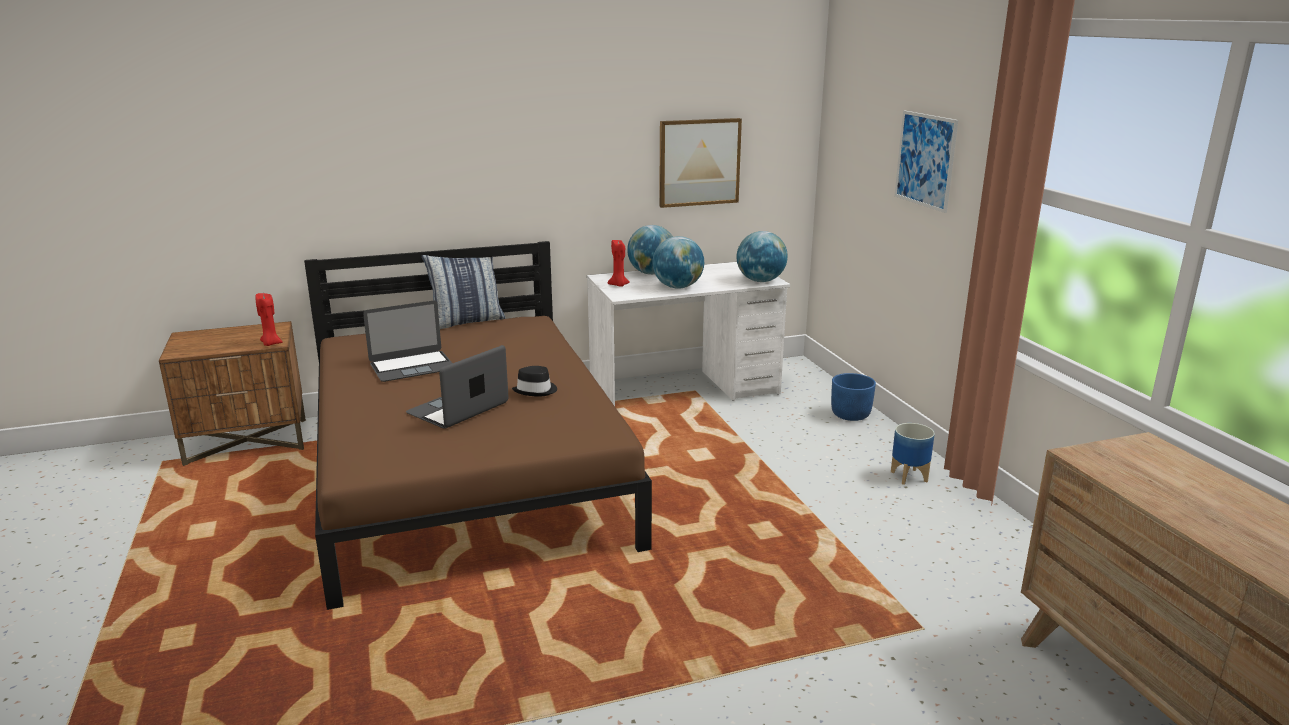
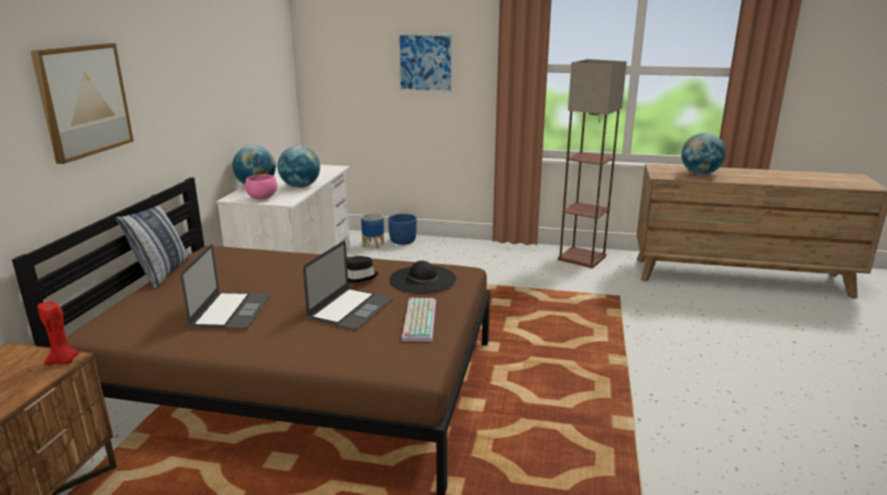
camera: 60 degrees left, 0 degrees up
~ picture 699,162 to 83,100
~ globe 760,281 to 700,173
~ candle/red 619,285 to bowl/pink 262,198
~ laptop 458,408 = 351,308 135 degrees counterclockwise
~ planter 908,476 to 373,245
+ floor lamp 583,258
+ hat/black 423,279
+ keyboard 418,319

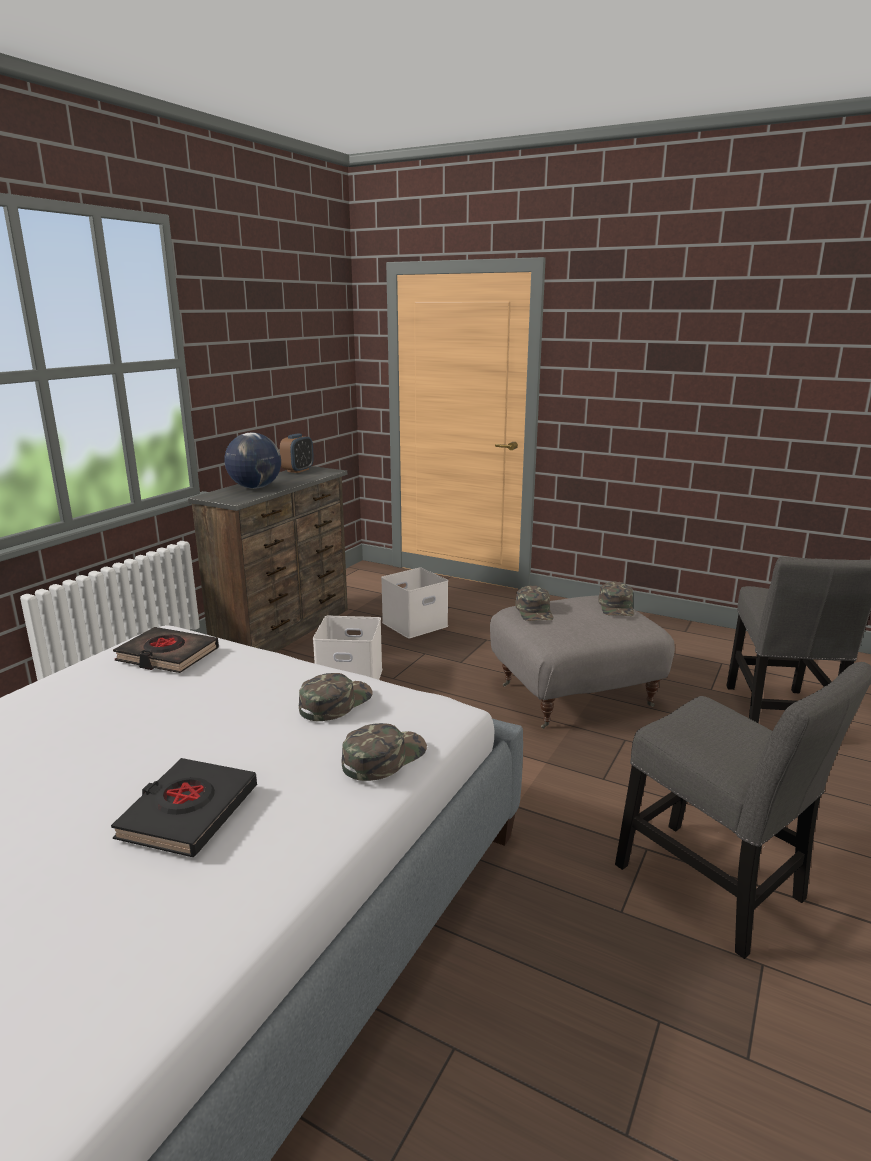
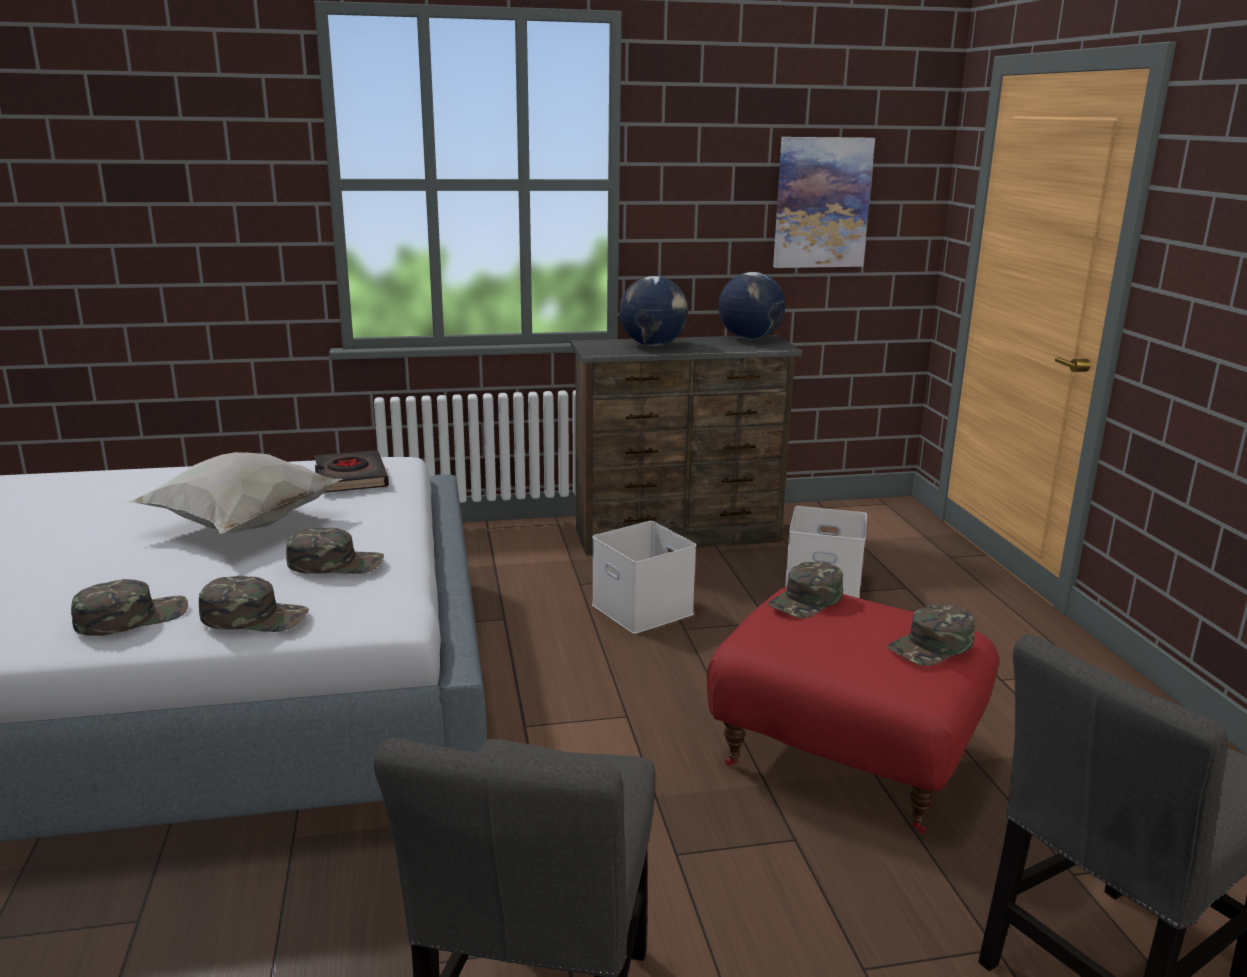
camera: 50 degrees right, 0 degrees up
~ alarm clock 298,470 to globe 750,338
~ ottoman/grey 575,694 to ottoman/red 847,757
- book/black 188,813
+ picture 821,203
+ pillow/white 240,527
+ cap/green 132,617

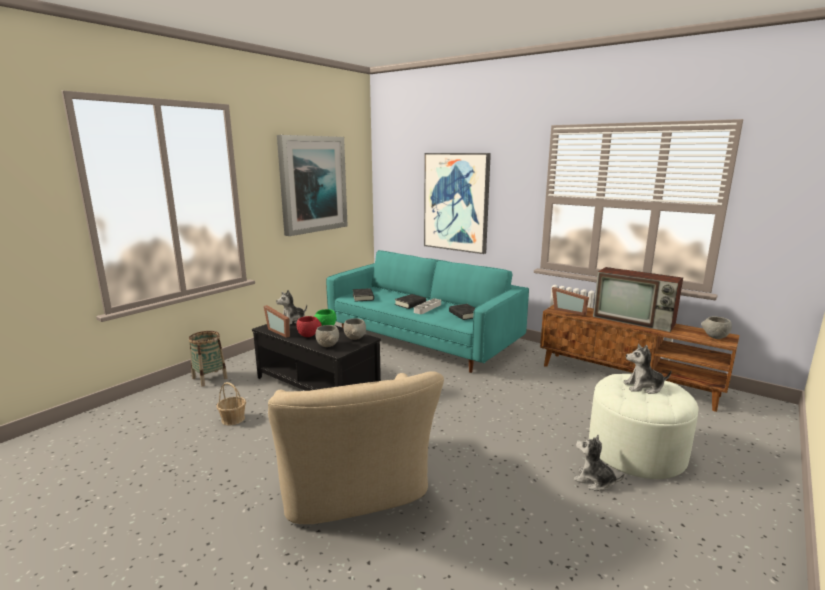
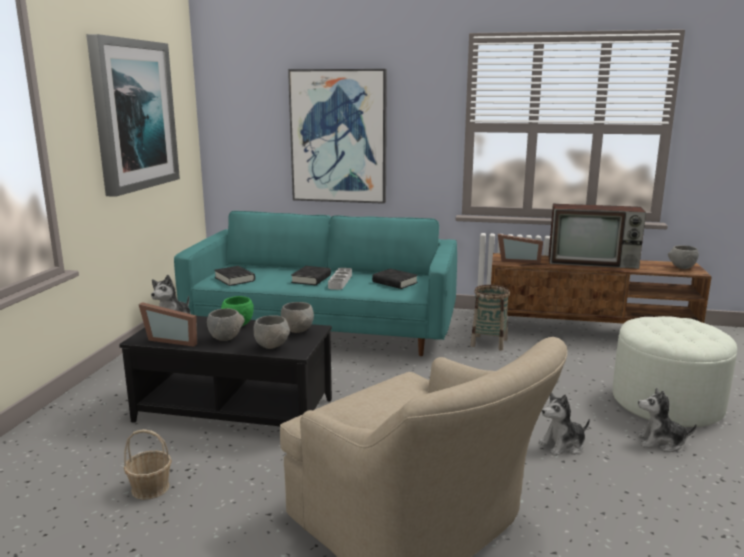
camera: 25 degrees left, 0 degrees up
~ bowl/red 309,336 to bowl/grey 226,339
~ basket 209,378 to 489,343
~ plush toy 643,387 to 563,445

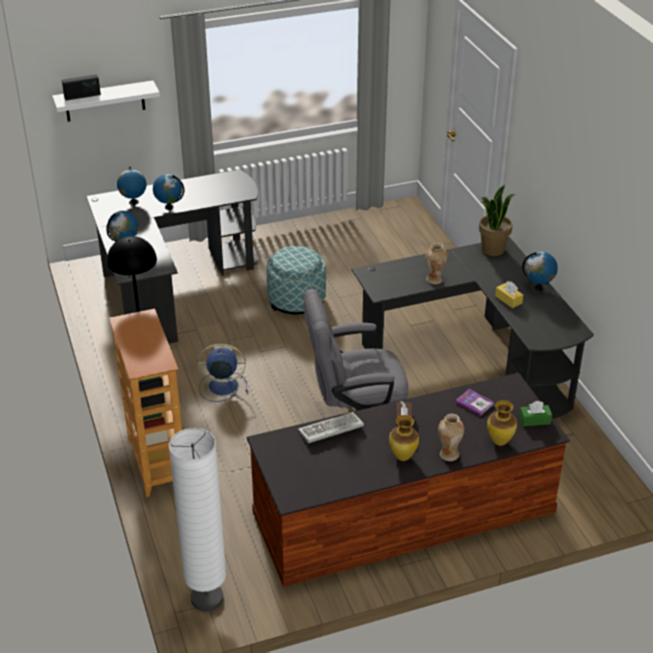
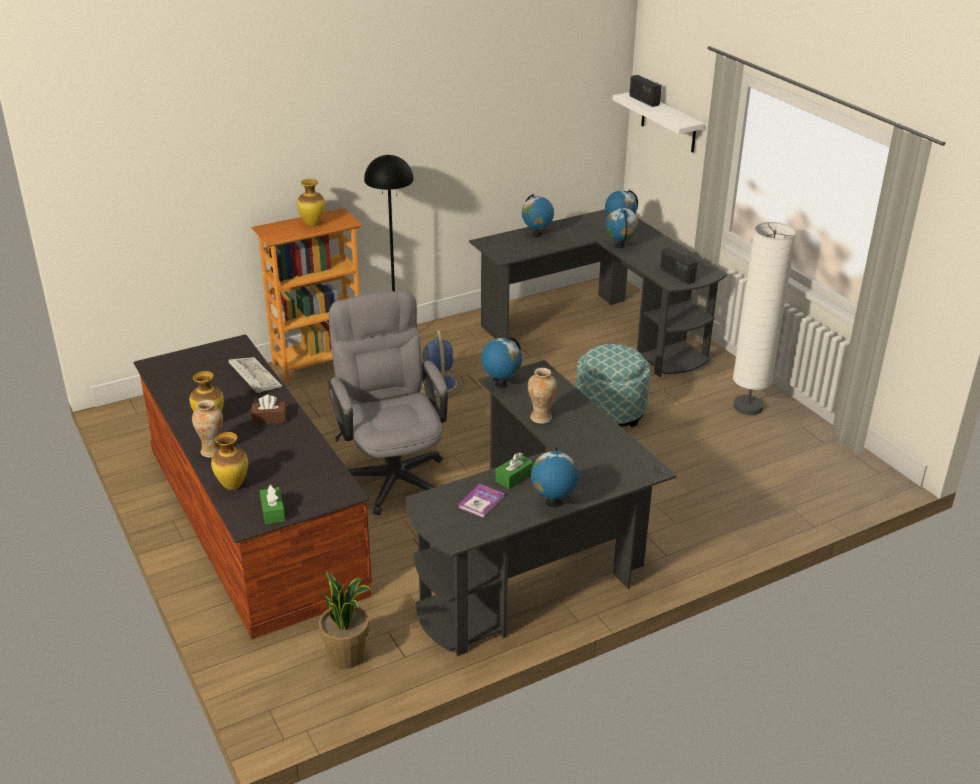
camera: 80 degrees right, 5 degrees down
~ potted plant 492,249 to 347,656
~ tissue box/yellow 508,300 to tissue box/green 514,477
~ book 474,403 to 481,502
~ floor lamp/white 207,598 to 748,407
+ vase 312,224
+ radio 676,275
+ globe 501,384

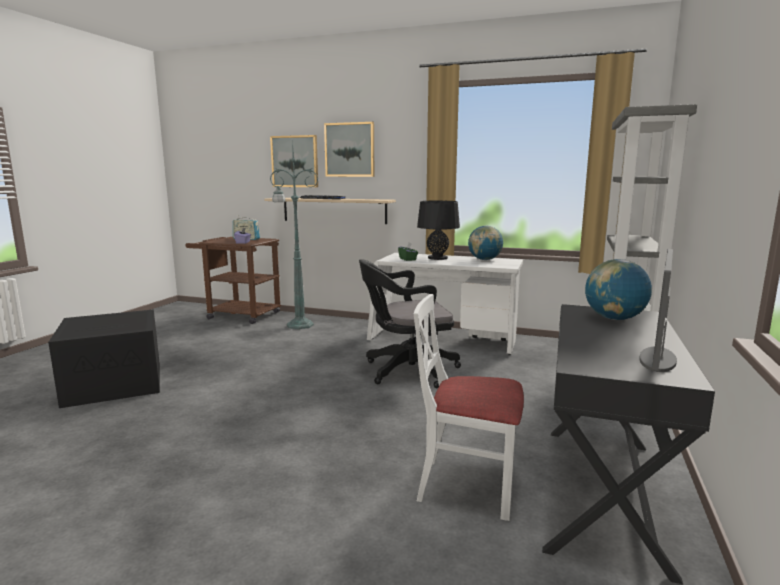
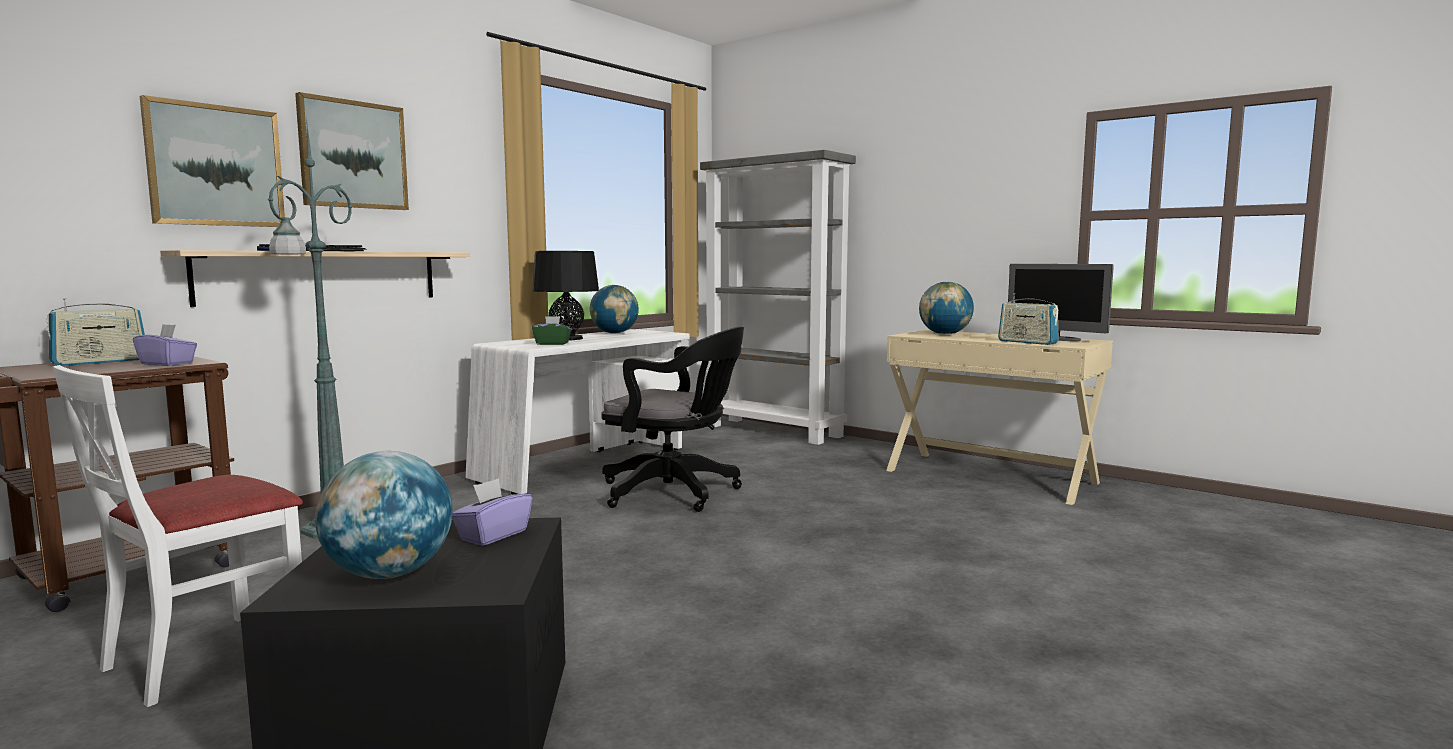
camera: 70 degrees left, 5 degrees down
~ office chair/black 406,371 = 675,493 75 degrees counterclockwise
~ chair/white 467,486 to 205,656
~ desk/black 603,492 to desk/beige 990,476
+ radio 1027,342
+ globe 389,574
+ tissue box/purple 493,535

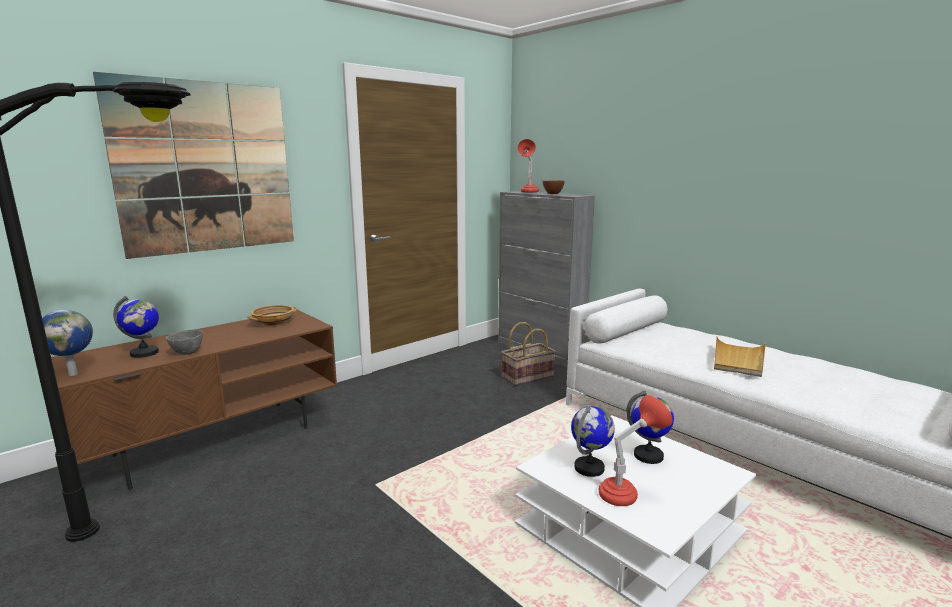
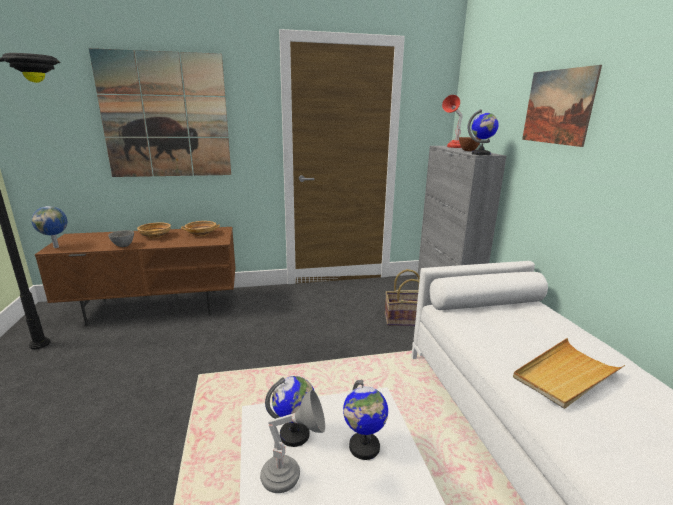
camera: 30 degrees right, 5 degrees up
~ globe 144,353 to 481,154
~ table lamp/red 627,493 to table lamp/grey 292,478
+ picture 557,107
+ bowl/beige 155,236

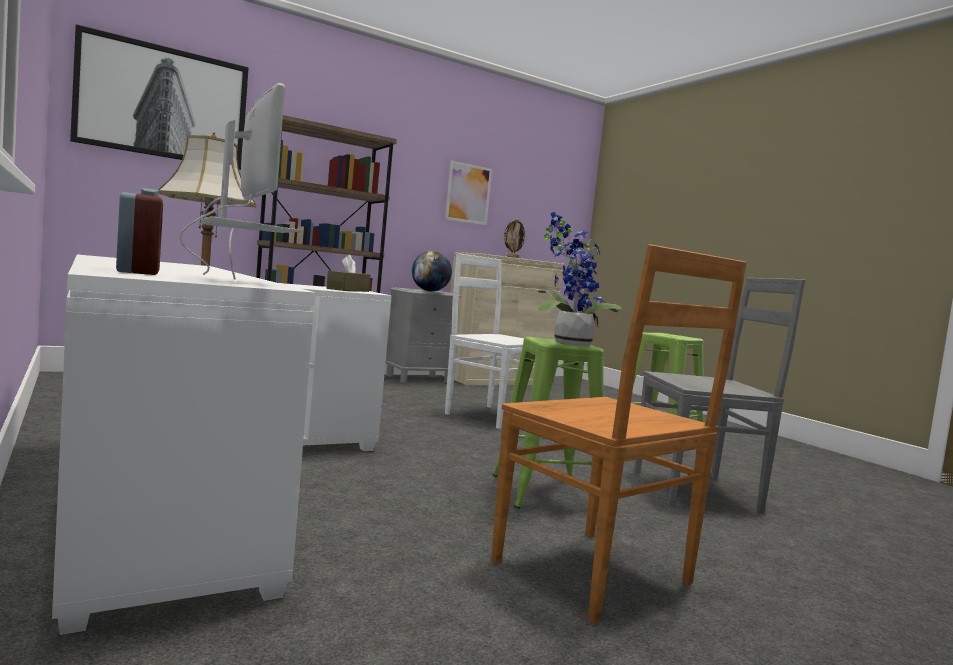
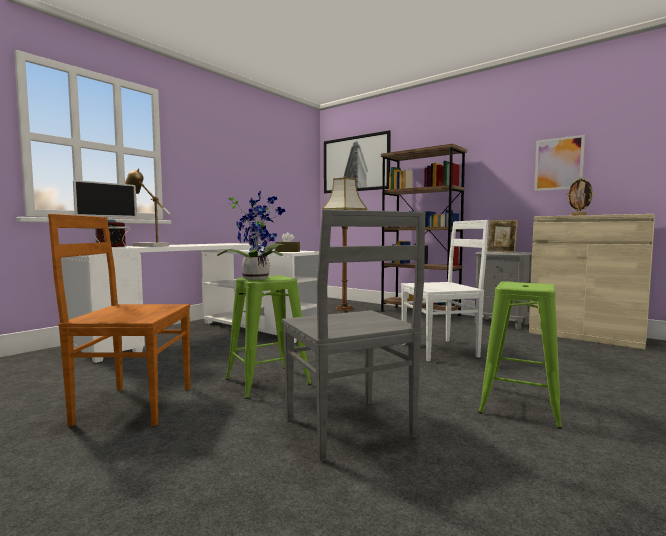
camera: 70 degrees right, 0 degrees up
~ chair/brown 596,574 = 132,405 60 degrees clockwise
~ globe 429,291 to picture frame 501,252
~ chair/white 491,416 = 441,350 60 degrees clockwise
+ table lamp 146,246

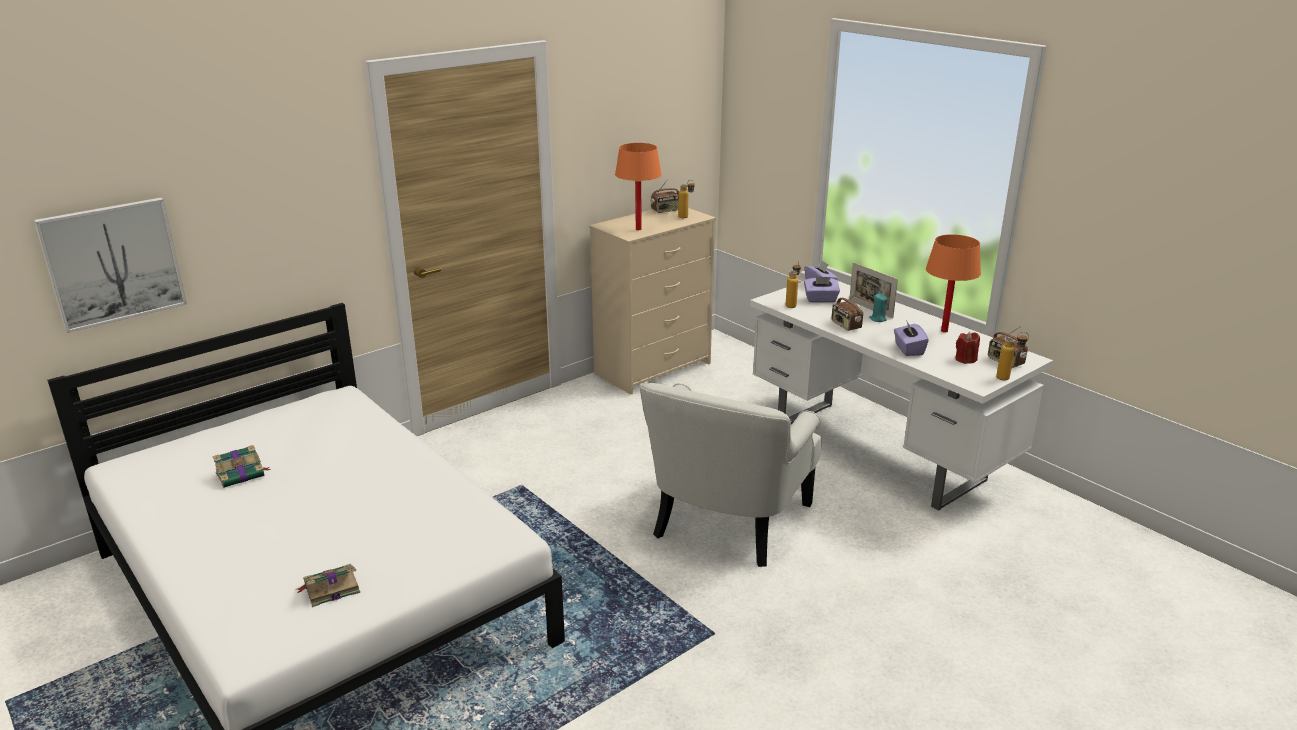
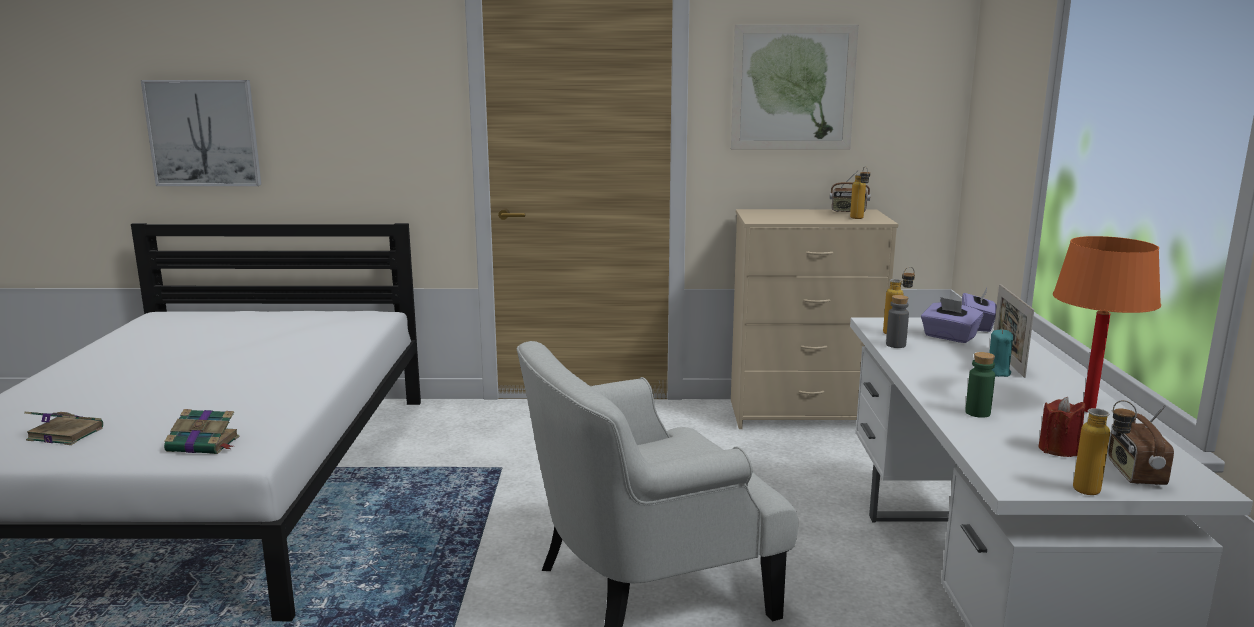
camera: 40 degrees right, 10 degrees down
- table lamp/orange 638,229
- radio 845,325
~ tissue box/purple 908,349 to bottle/green 977,413
~ book 241,474 to 204,444
+ picture 793,87
+ bottle/grey 895,345

